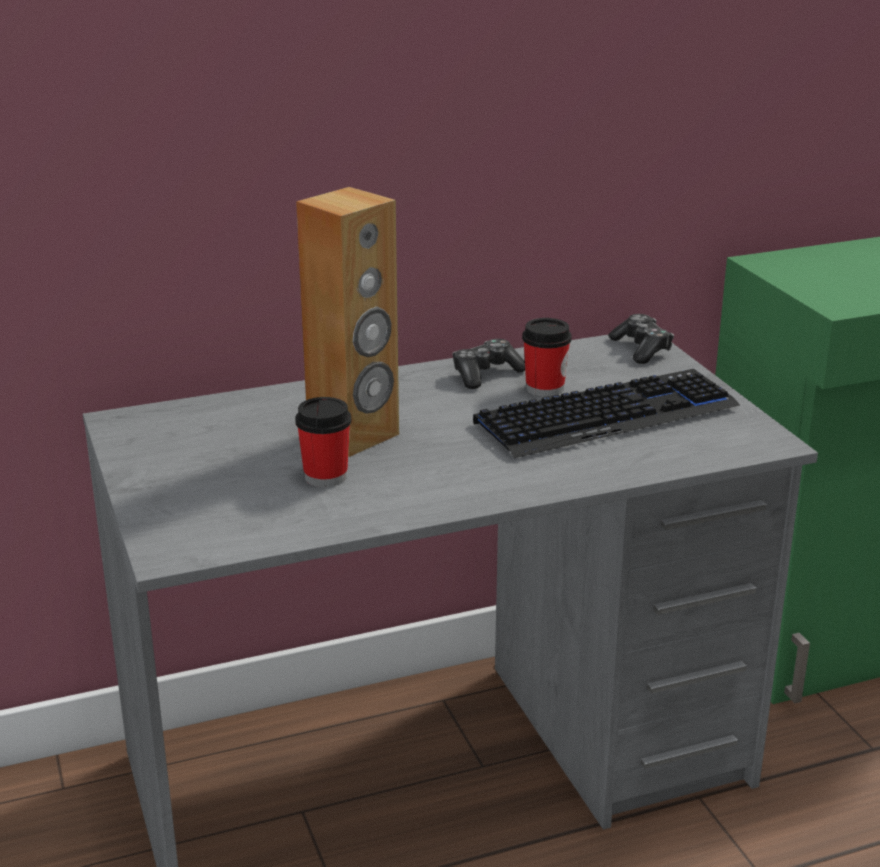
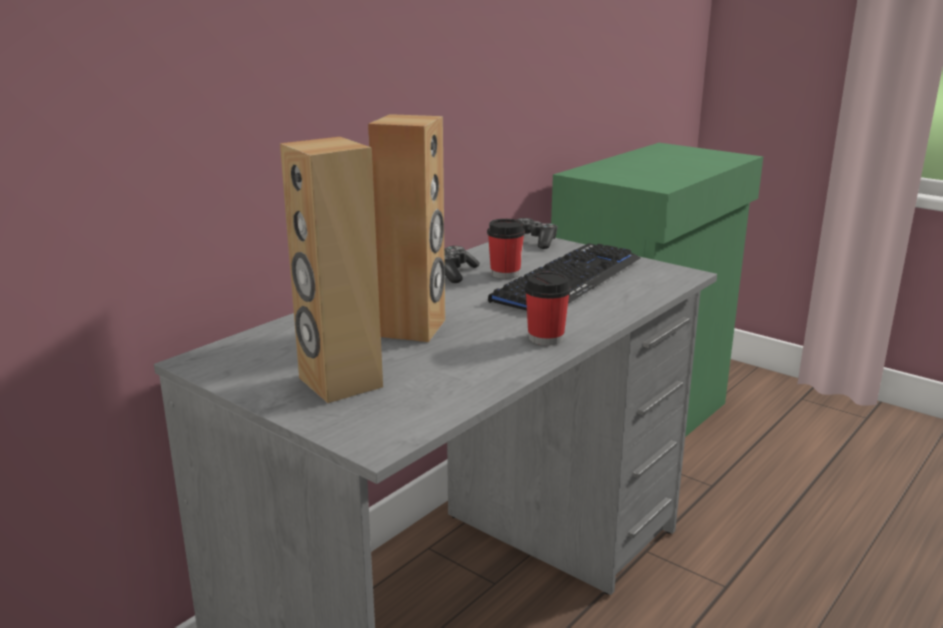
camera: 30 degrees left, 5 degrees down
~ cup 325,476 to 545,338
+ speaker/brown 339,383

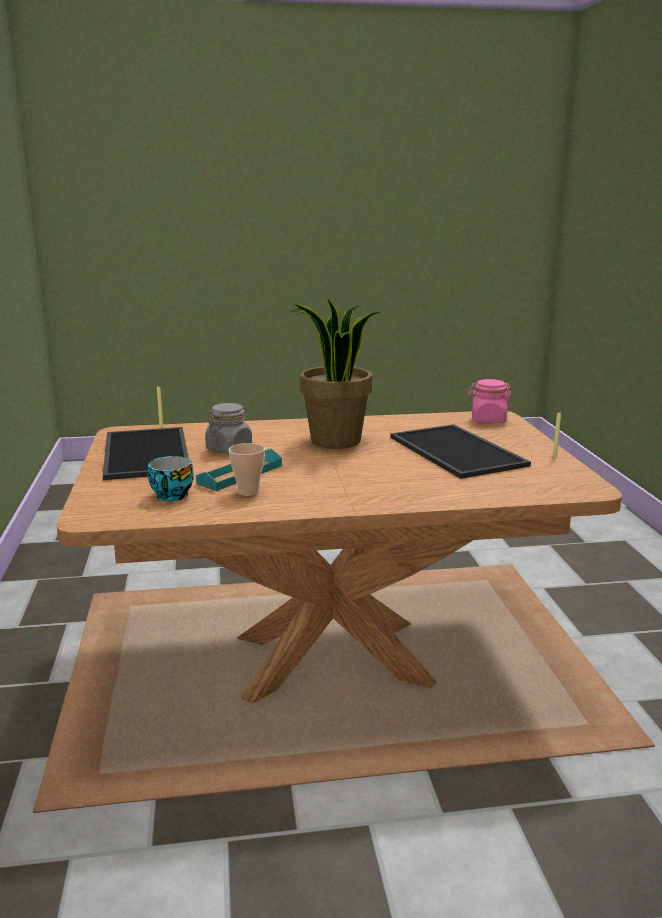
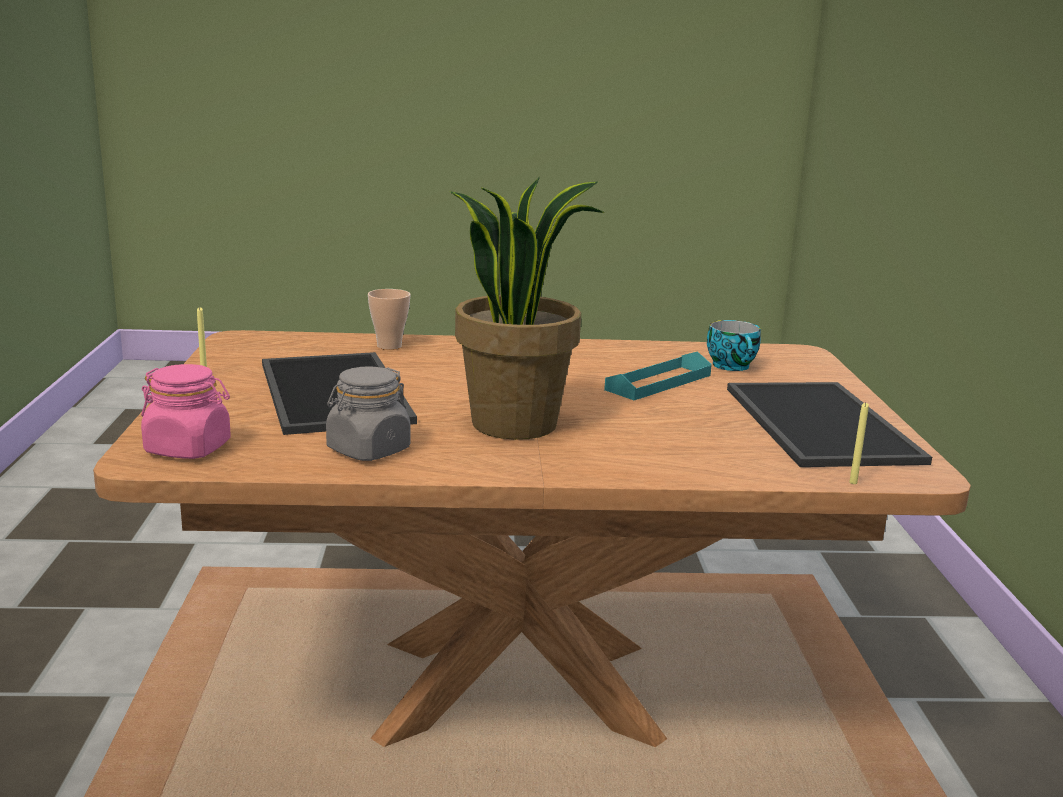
camera: 175 degrees left, 0 degrees up
~ jar/grey 229,449 to 368,450
~ cup 248,492 to 389,346

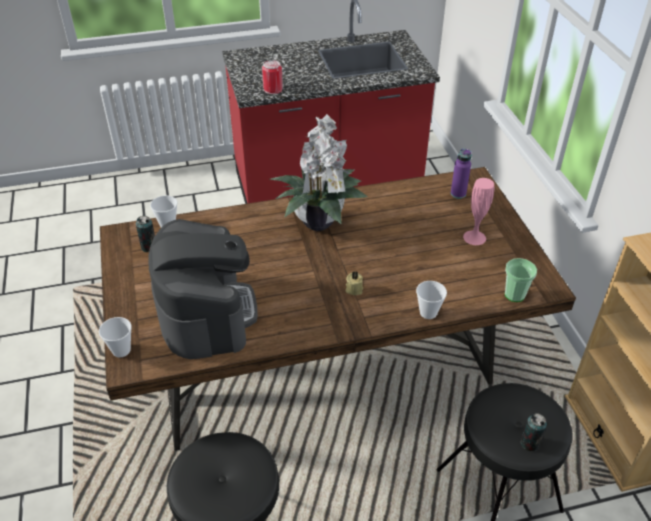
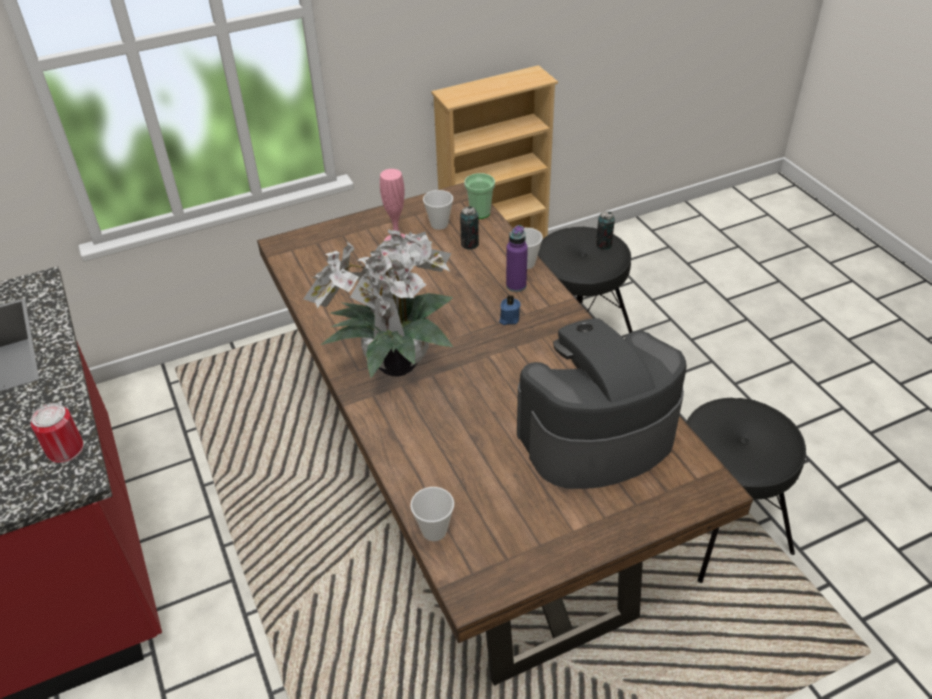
camera: 100 degrees left, 0 degrees up
~ bottle/purple 458,194 to 516,285
~ can 149,247 to 469,244
~ candle/beige 354,289 to candle/blue 508,318
~ cup 121,350 to 439,224

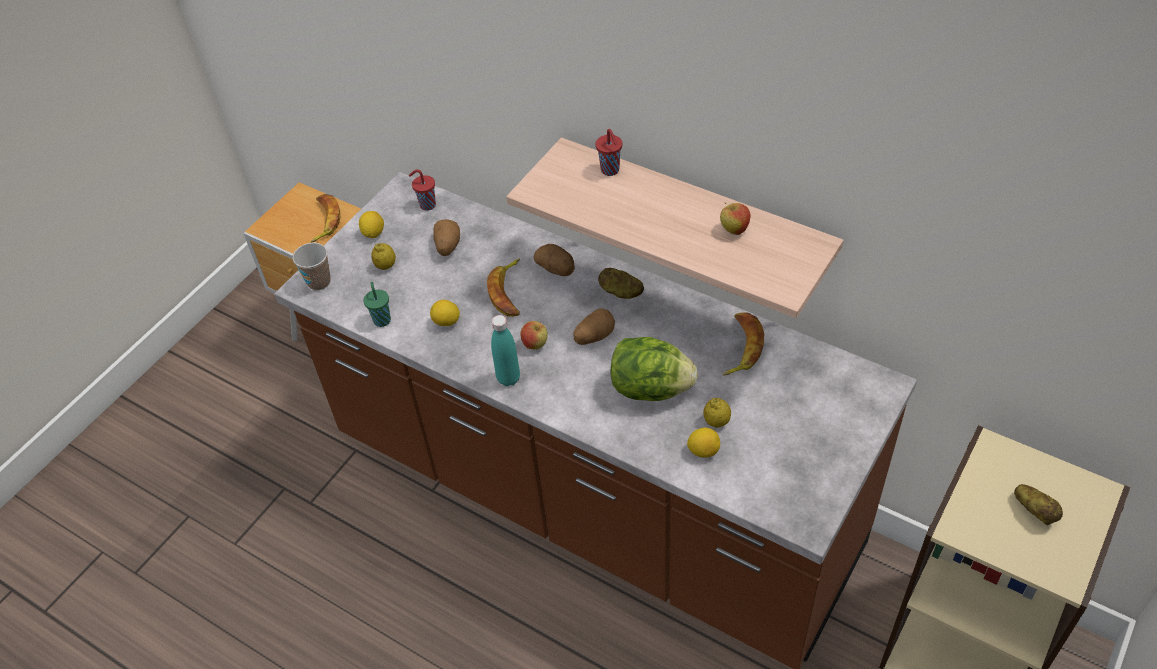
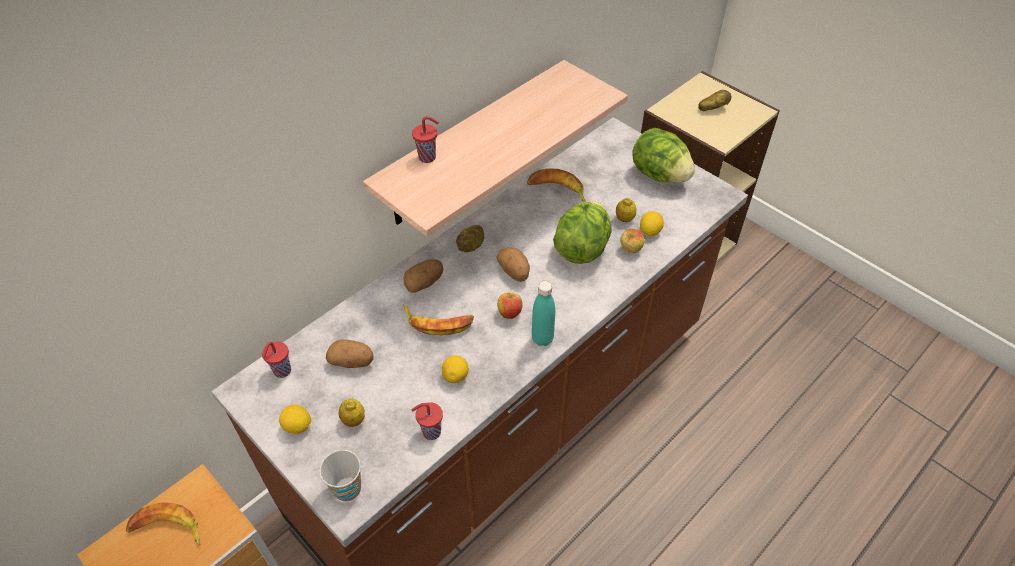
camera: 80 degrees left, 0 degrees up
~ apple 734,230 to 630,250
~ cup/green 382,319 to cup/red 430,432
+ lettuce 659,175

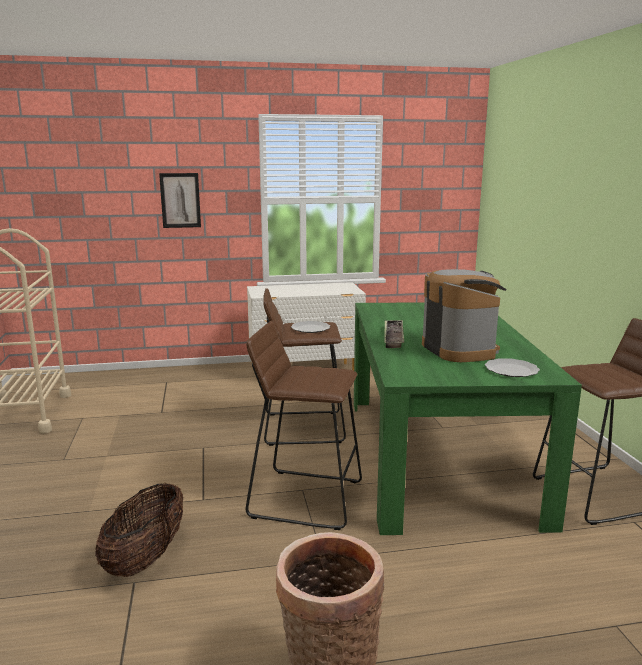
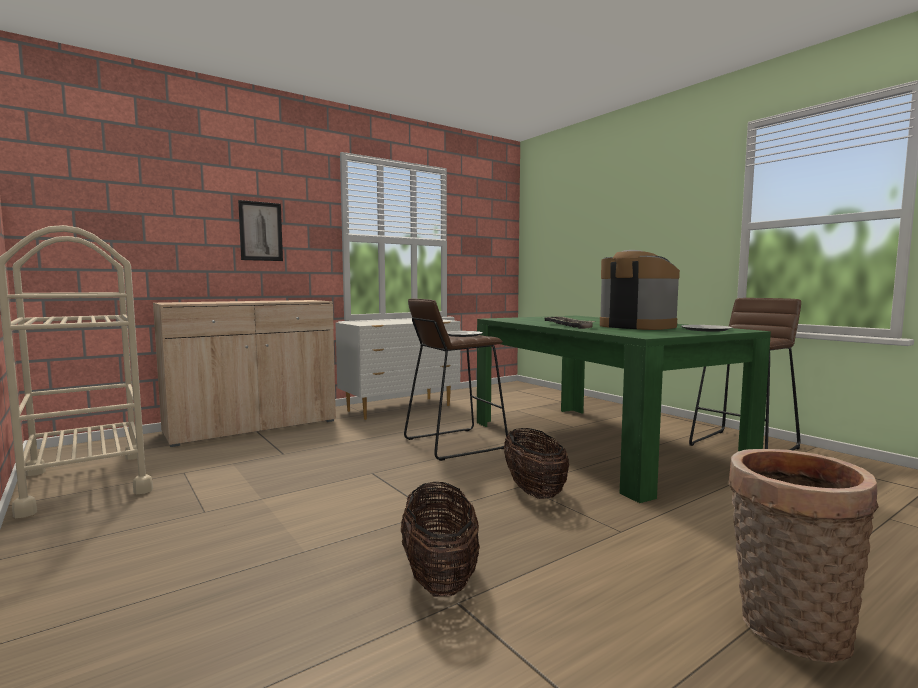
camera: 25 degrees left, 10 degrees down
~ stool/brown 305,498 to basket 534,491
+ cabinet/beige 252,426

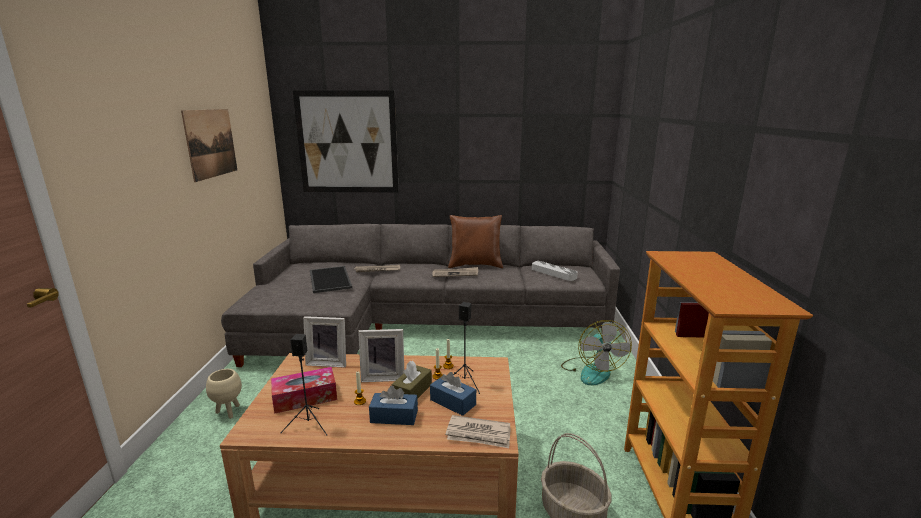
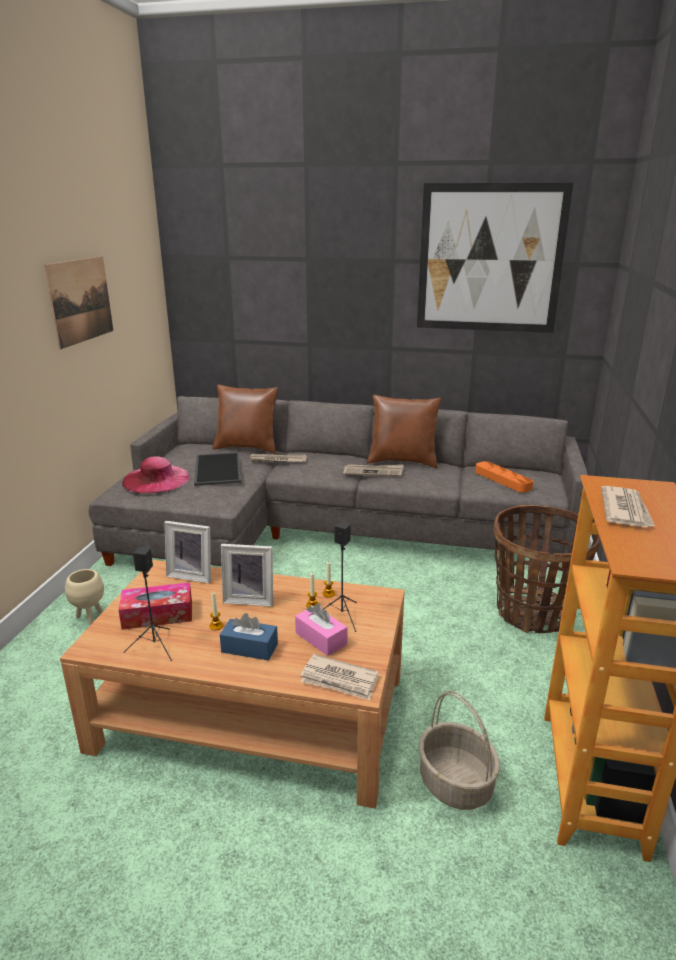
camera: 10 degrees right, 5 degrees up
~ picture 347,142 to 490,259
~ tray/grey 553,273 to tray/orange 502,480
~ fan 592,370 to basket 534,612
- tissue box/brown 412,392
~ tissue box/blue 453,402 to tissue box/pink 321,638
+ pillow/brown 247,448
+ hat/pink 156,479
+ newspaper 625,510

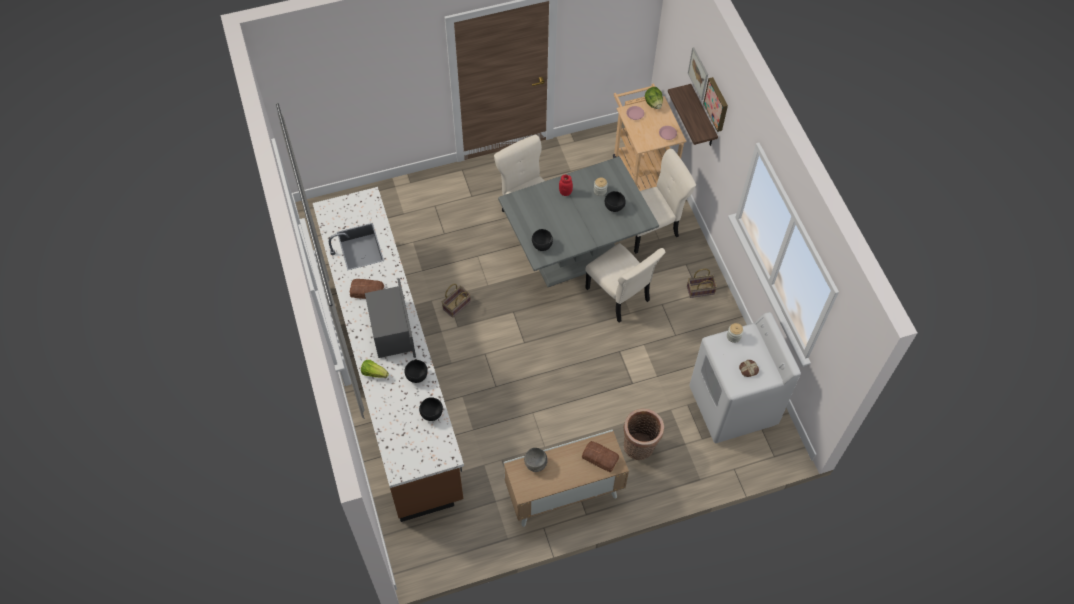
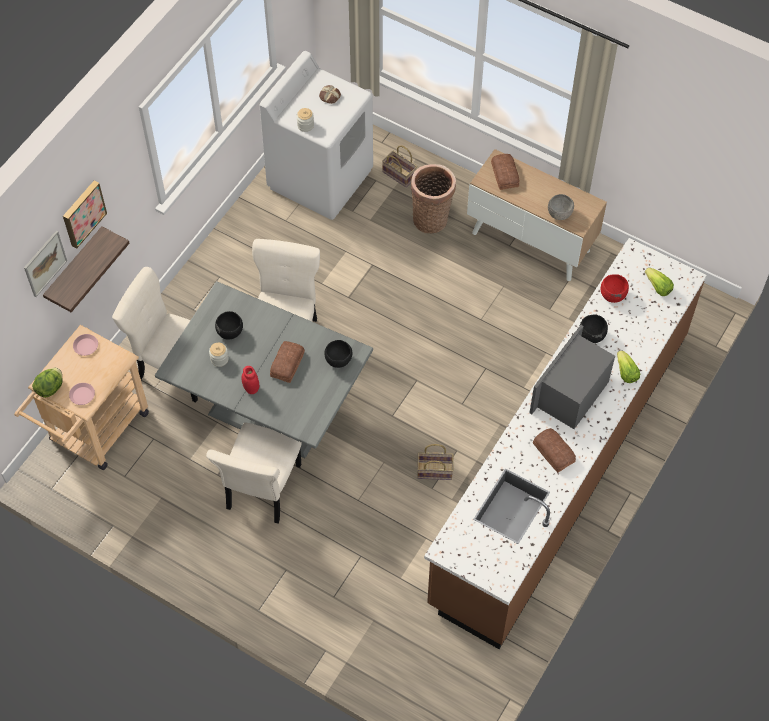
camera: 130 degrees left, 0 degrees up
~ basket 700,291 to 400,174
~ bowl/black 432,413 to bowl/red 612,295
+ lettuce 658,287
+ bread 286,364

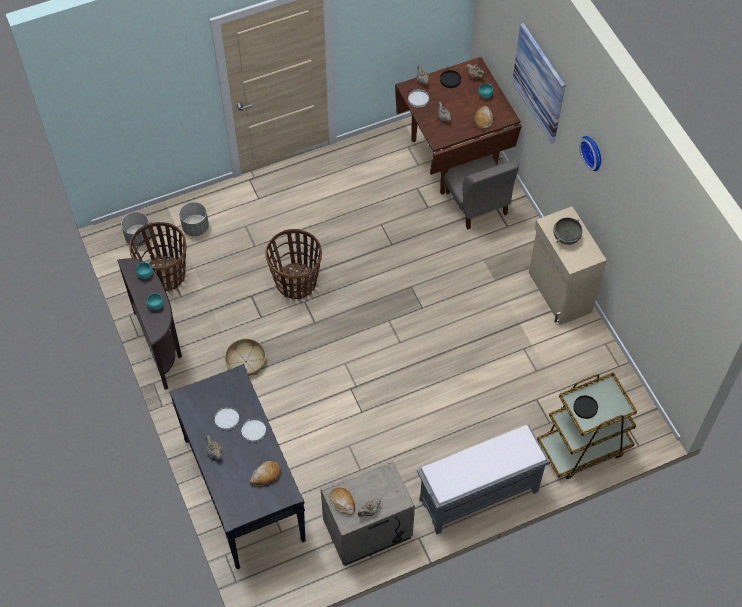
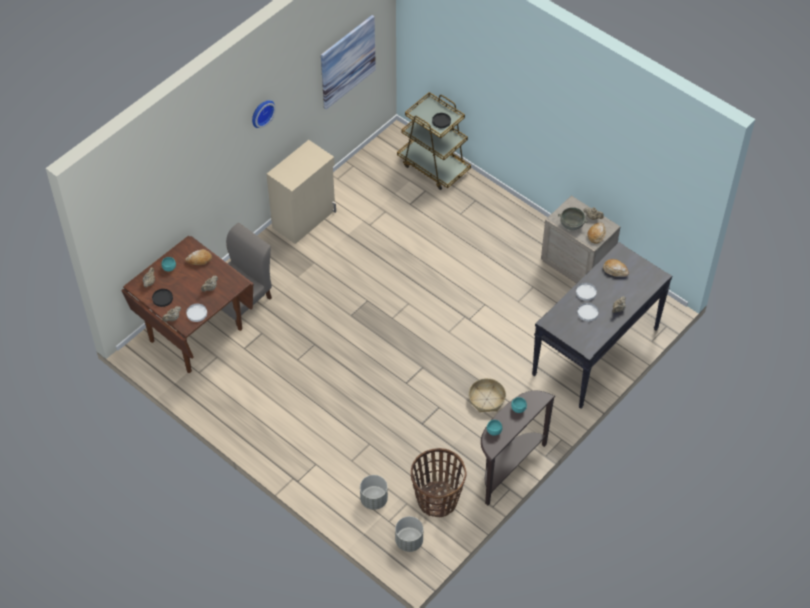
camera: 115 degrees left, 5 degrees down
~ picture 539,83 to 347,61
~ bowl/grey 566,237 to 571,225
- basket 296,282
- bench/grey 477,496

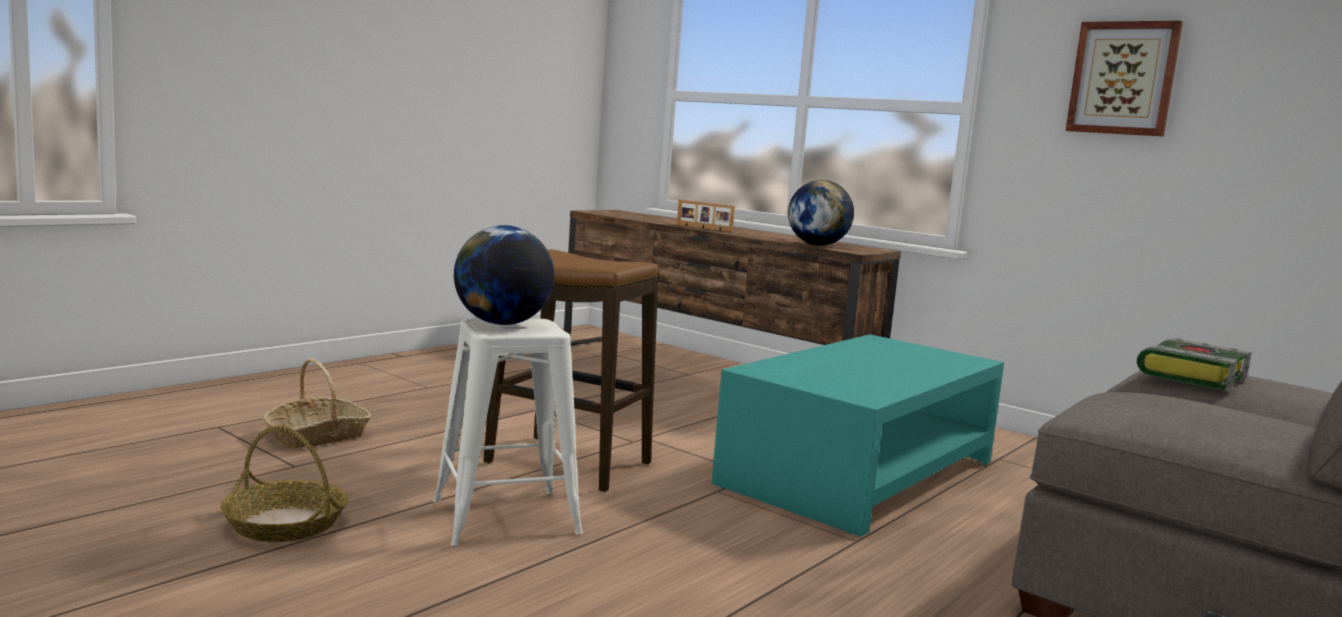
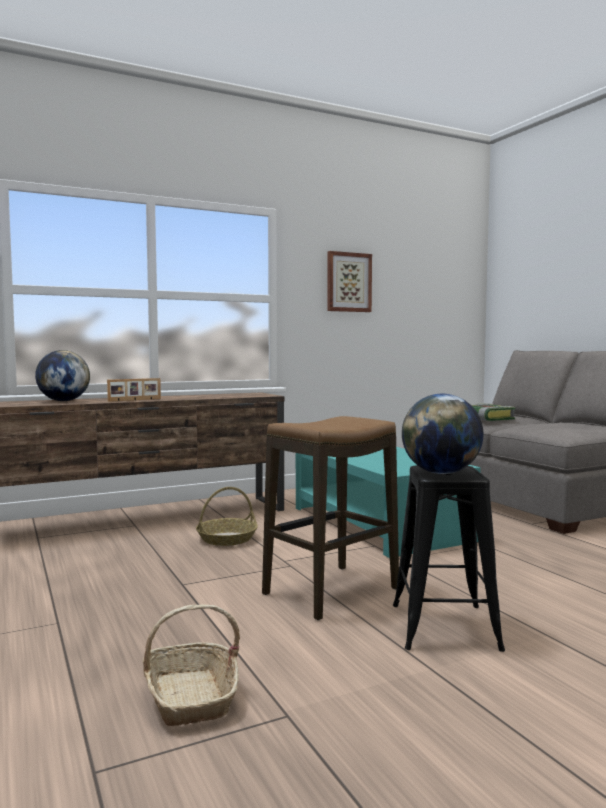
camera: 65 degrees left, 5 degrees down
~ globe 817,245 to 63,401
~ stool/white 504,517 to stool/black 444,627
~ basket 286,524 to 227,538

